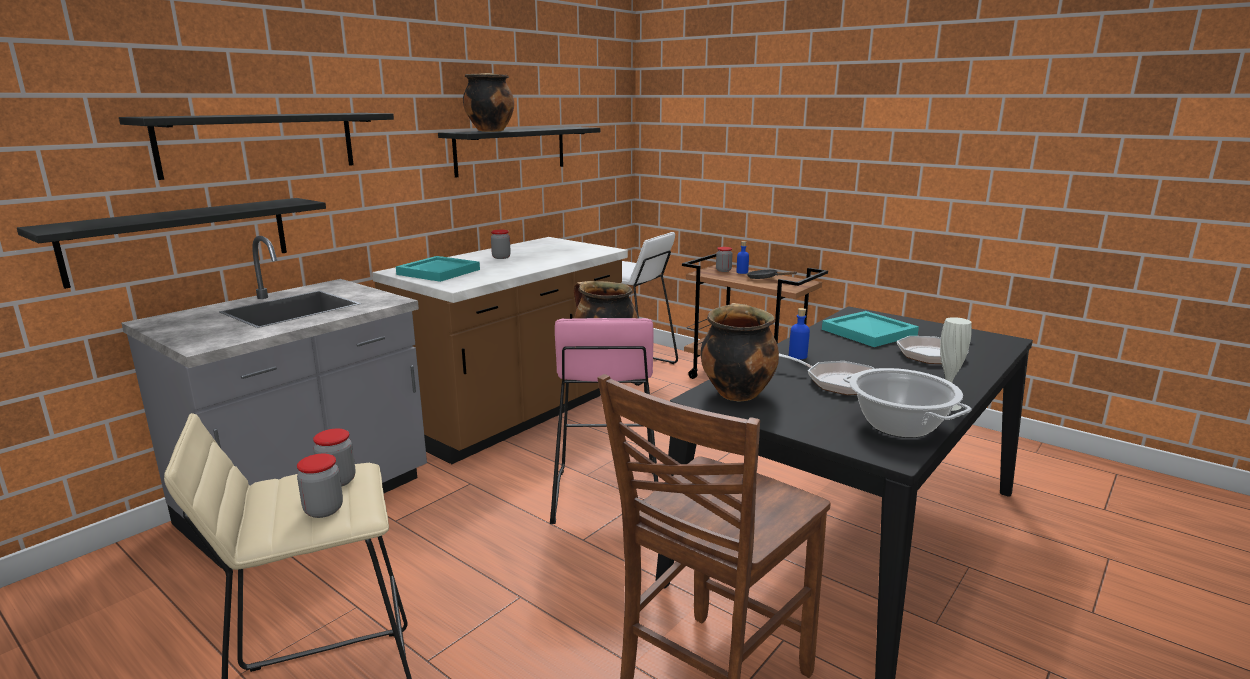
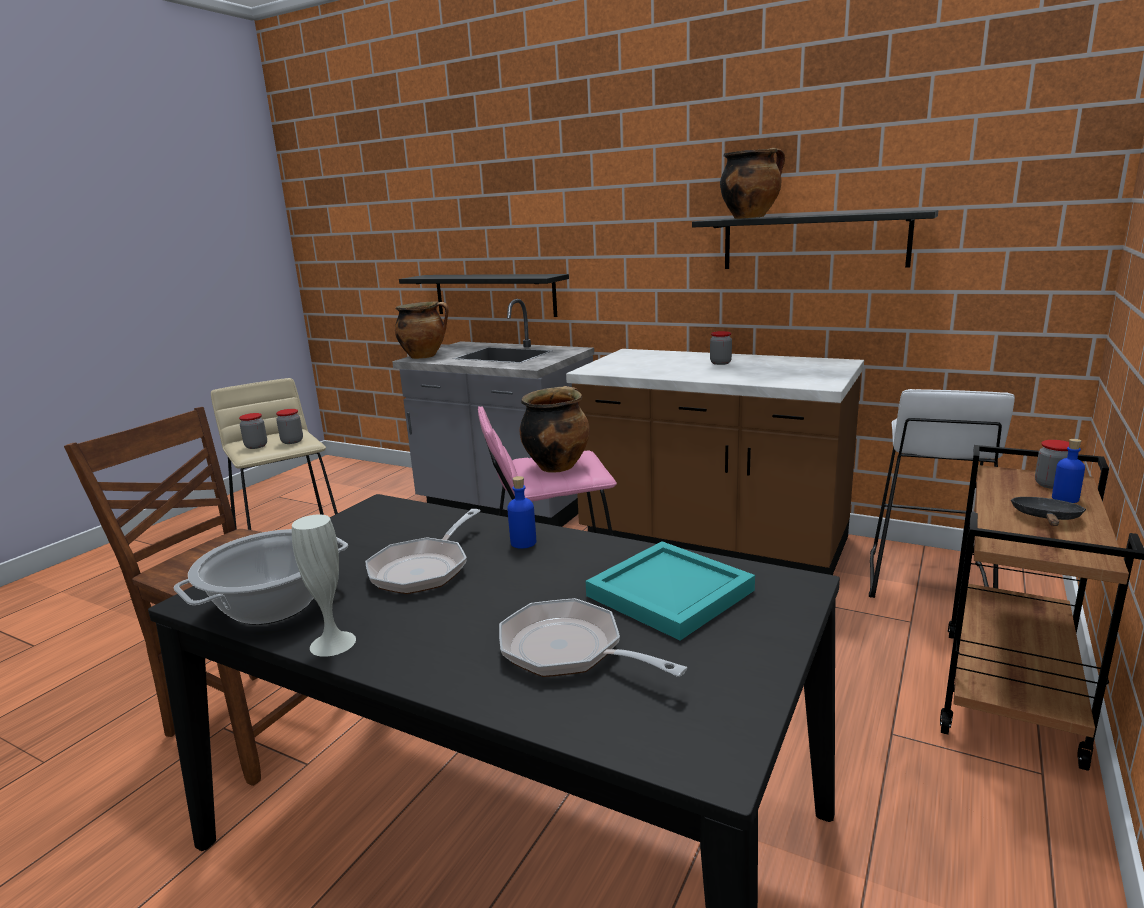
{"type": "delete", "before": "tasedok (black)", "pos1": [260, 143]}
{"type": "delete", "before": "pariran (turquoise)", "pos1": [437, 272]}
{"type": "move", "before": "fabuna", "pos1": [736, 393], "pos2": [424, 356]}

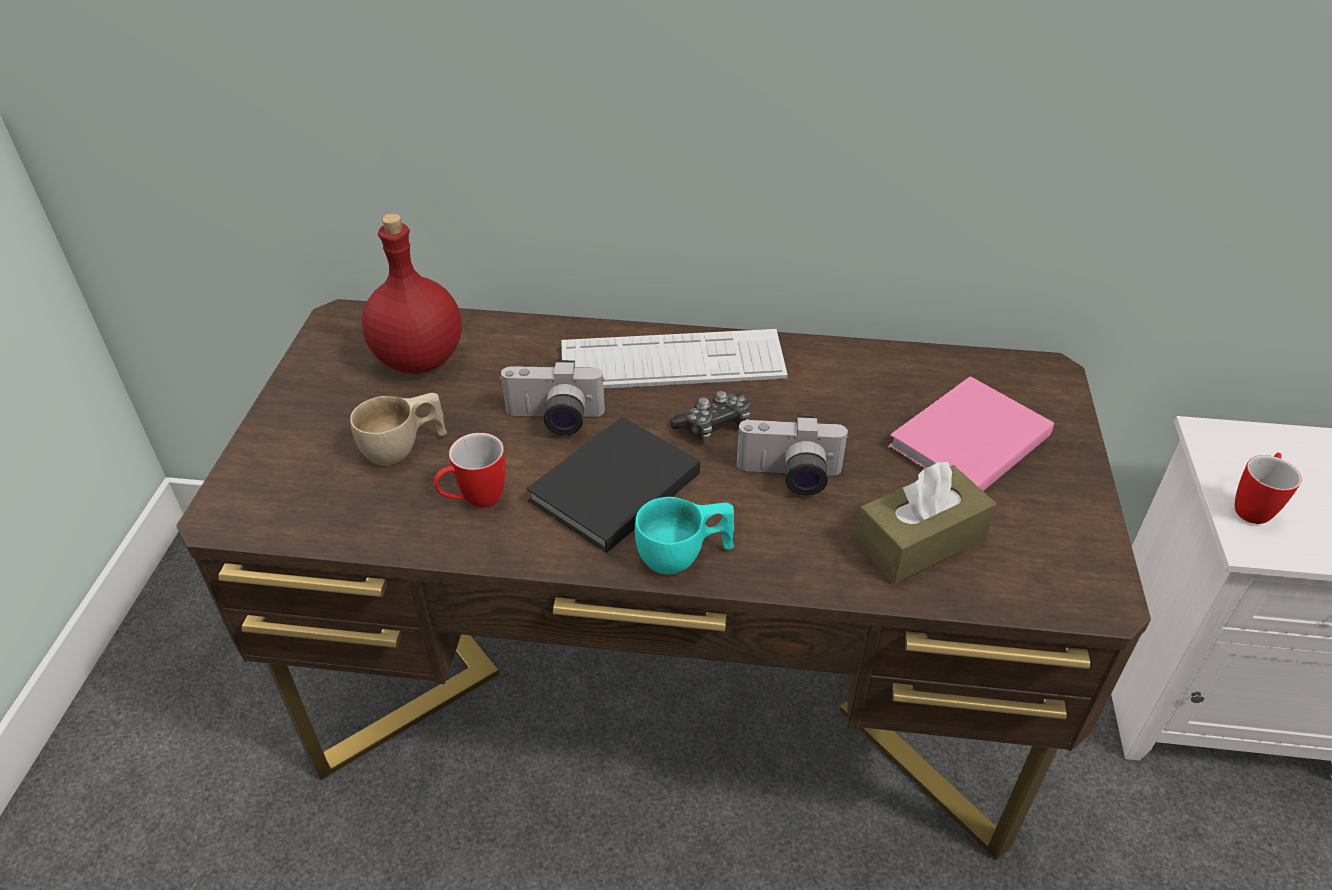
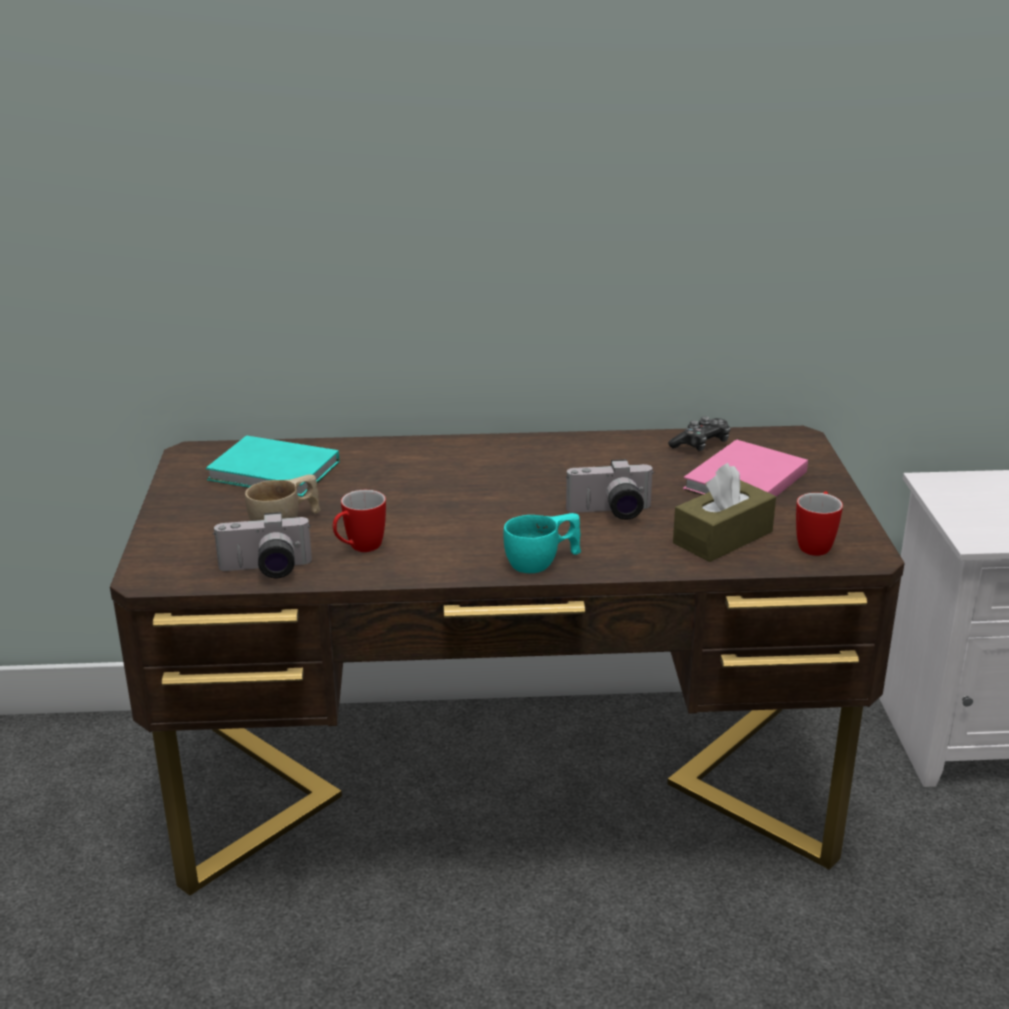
{"type": "replace", "before": "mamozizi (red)", "after": "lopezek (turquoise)", "pos1": [420, 360], "pos2": [276, 472]}
{"type": "move", "before": "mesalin", "pos1": [554, 420], "pos2": [265, 570]}
{"type": "delete", "before": "lopezek (black)", "pos1": [610, 488]}
{"type": "delete", "before": "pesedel", "pos1": [672, 362]}
{"type": "move", "before": "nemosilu", "pos1": [714, 425], "pos2": [701, 444]}
{"type": "move", "before": "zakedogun", "pos1": [1253, 506], "pos2": [816, 544]}

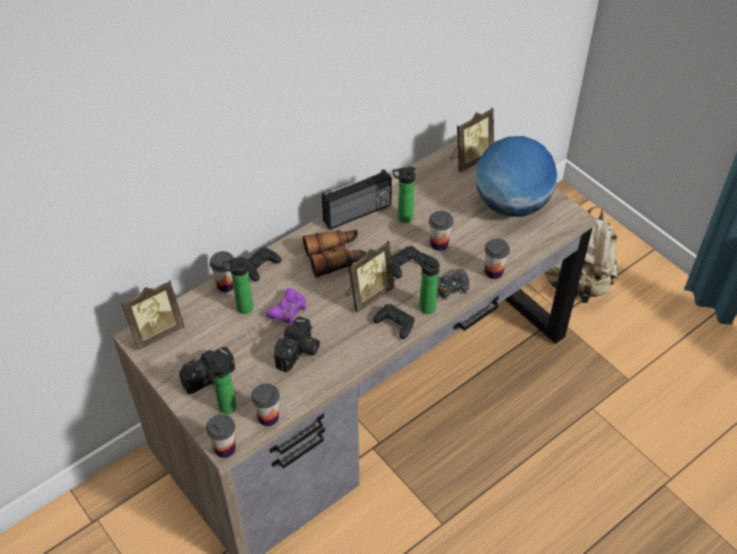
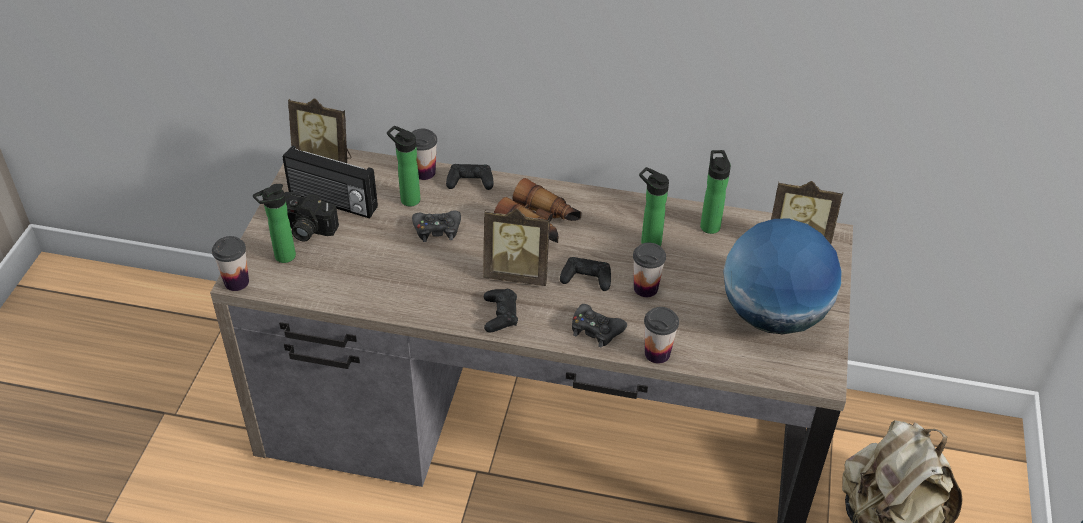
{"type": "delete", "before": "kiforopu", "pos1": [268, 417]}
{"type": "recolor", "before": "nemosilu (purple)", "after": "nemosilu (black)", "pos1": [288, 310], "pos2": [437, 230]}
{"type": "delete", "before": "mesalin", "pos1": [299, 353]}
{"type": "move", "before": "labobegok", "pos1": [358, 214], "pos2": [332, 202]}
{"type": "move", "before": "mamozizi", "pos1": [425, 306], "pos2": [709, 224]}

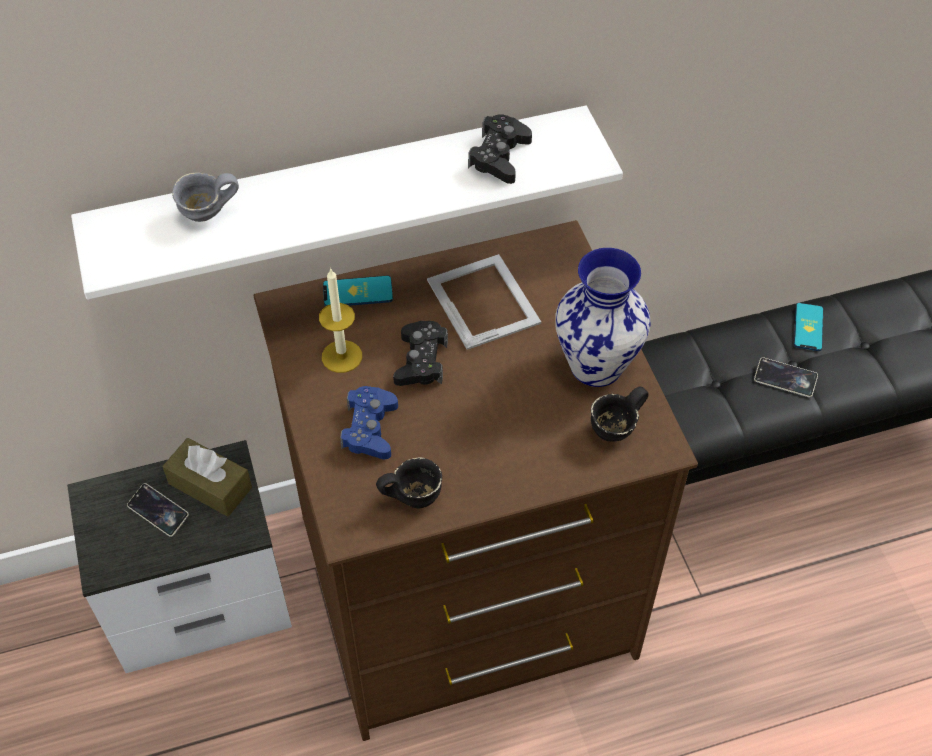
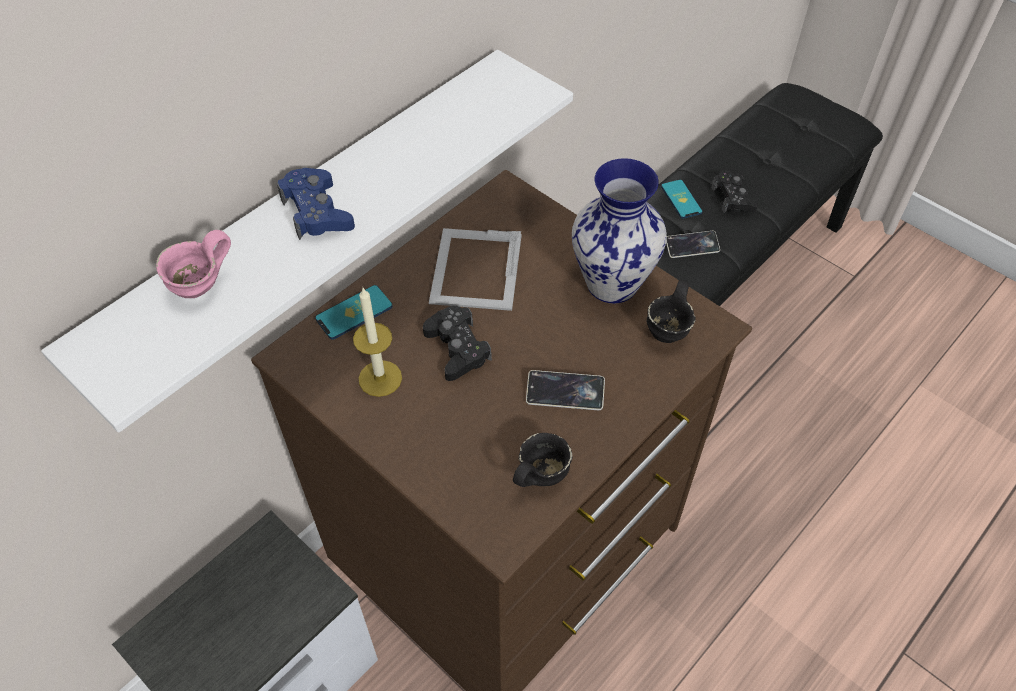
{"type": "move", "before": "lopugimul", "pos1": [158, 512], "pos2": [565, 393]}
{"type": "delete", "before": "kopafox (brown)", "pos1": [210, 485]}
{"type": "recolor", "before": "zakedogun (grey)", "after": "zakedogun (pink)", "pos1": [208, 217], "pos2": [203, 288]}
{"type": "move", "before": "nemosilu (blue)", "pos1": [370, 429], "pos2": [317, 212]}
{"type": "rotate", "before": "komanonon", "pos1": [483, 300], "pos2": [475, 270], "turn": -120}
{"type": "move", "before": "nemosilu (black)", "pos1": [499, 156], "pos2": [733, 198]}

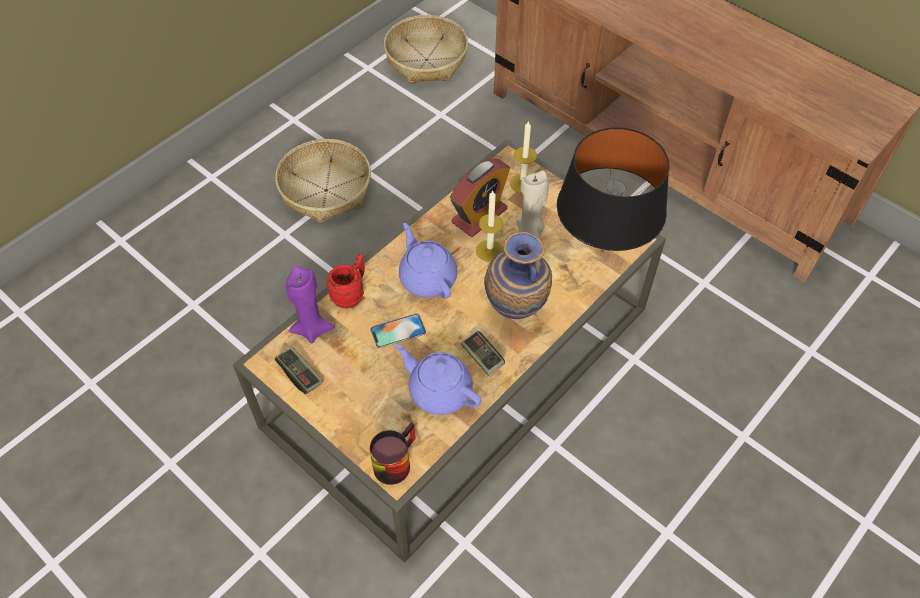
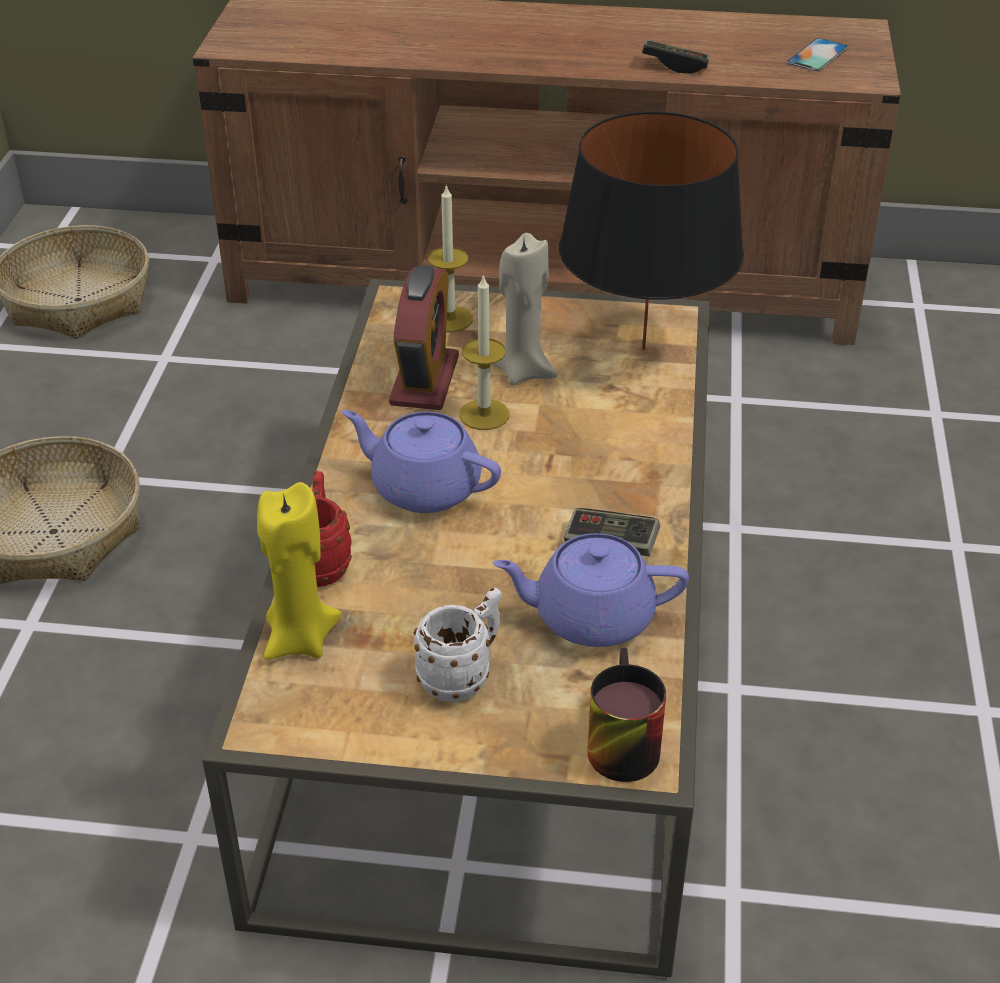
{"type": "move", "before": "nemosilu", "pos1": [300, 374], "pos2": [674, 65]}
{"type": "recolor", "before": "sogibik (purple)", "after": "sogibik (yellow)", "pos1": [312, 329], "pos2": [300, 639]}
{"type": "move", "before": "lopugimul", "pos1": [398, 331], "pos2": [817, 55]}
{"type": "delete", "before": "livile", "pos1": [516, 311]}
{"type": "insert", "after": "zakedogun (white)", "pos2": [462, 675]}

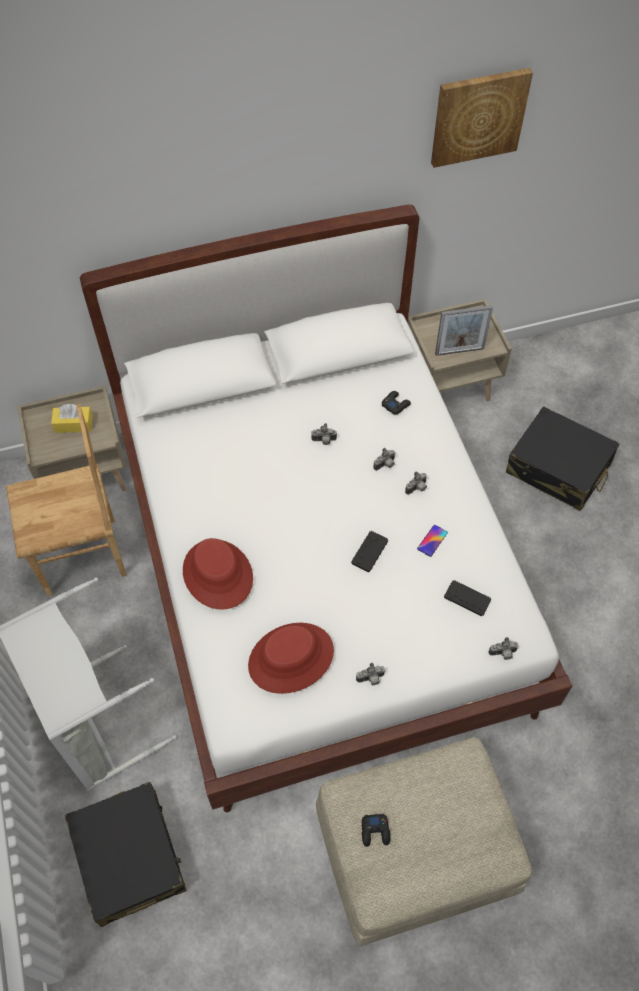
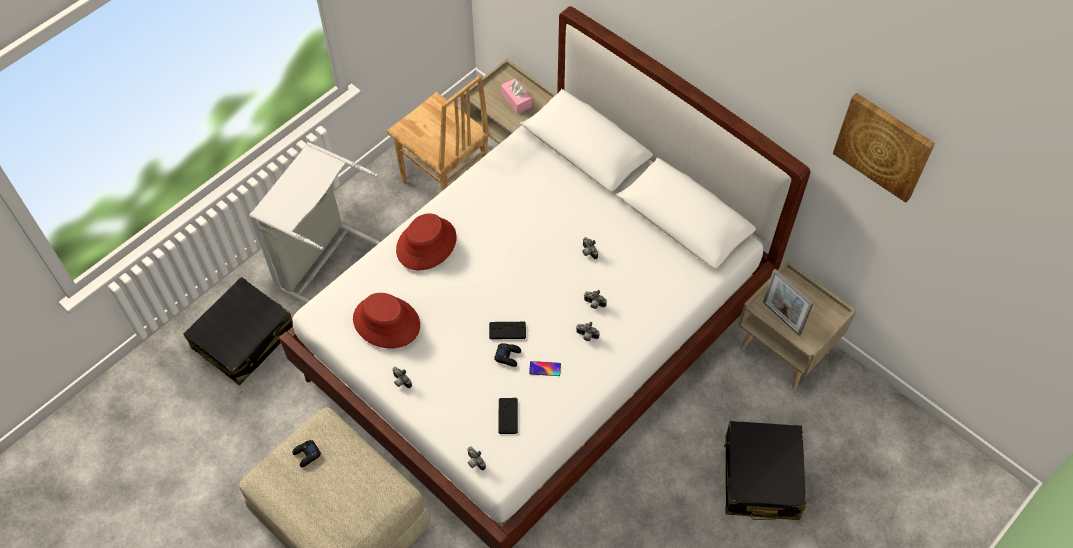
{"type": "recolor", "before": "kopafox (yellow)", "after": "kopafox (pink)", "pos1": [73, 424], "pos2": [516, 100]}
{"type": "move", "before": "nemosilu (black)", "pos1": [395, 404], "pos2": [508, 356]}

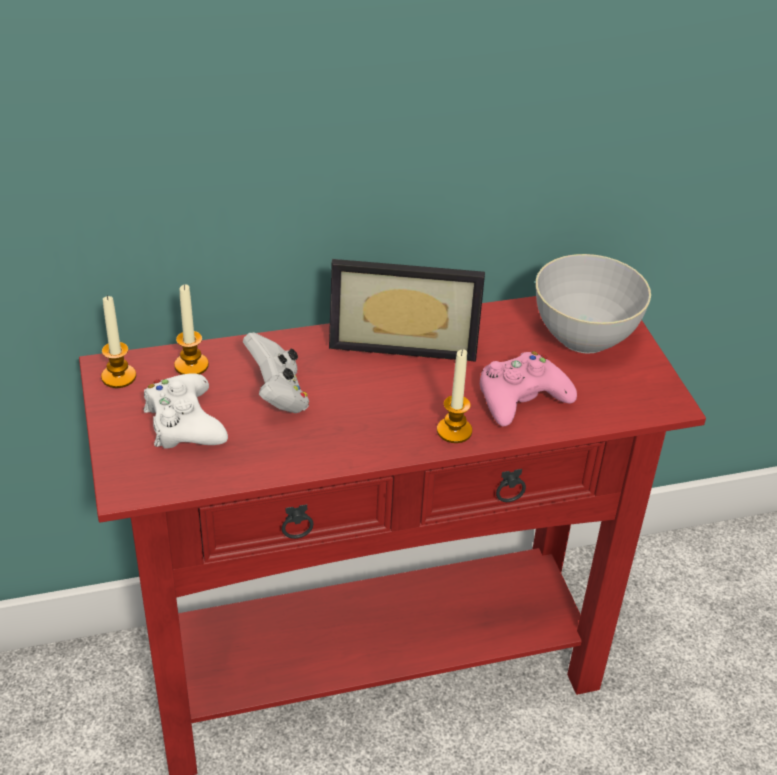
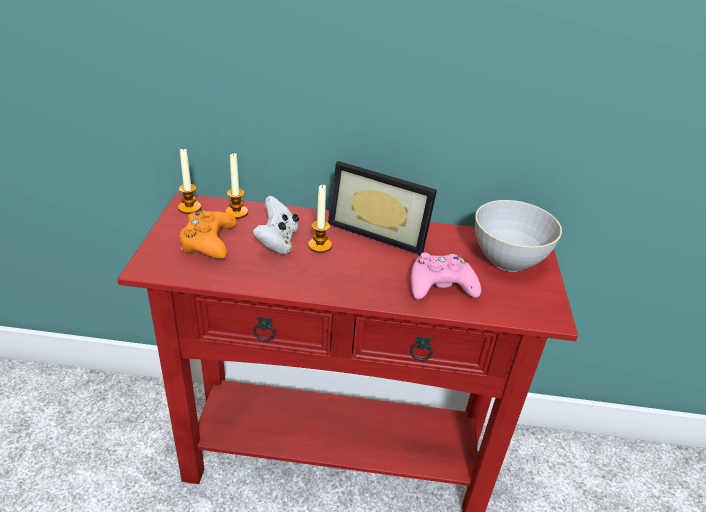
{"type": "recolor", "before": "nemosilu (white)", "after": "nemosilu (orange)", "pos1": [184, 423], "pos2": [208, 242]}
{"type": "move", "before": "sogibik", "pos1": [454, 431], "pos2": [320, 245]}

